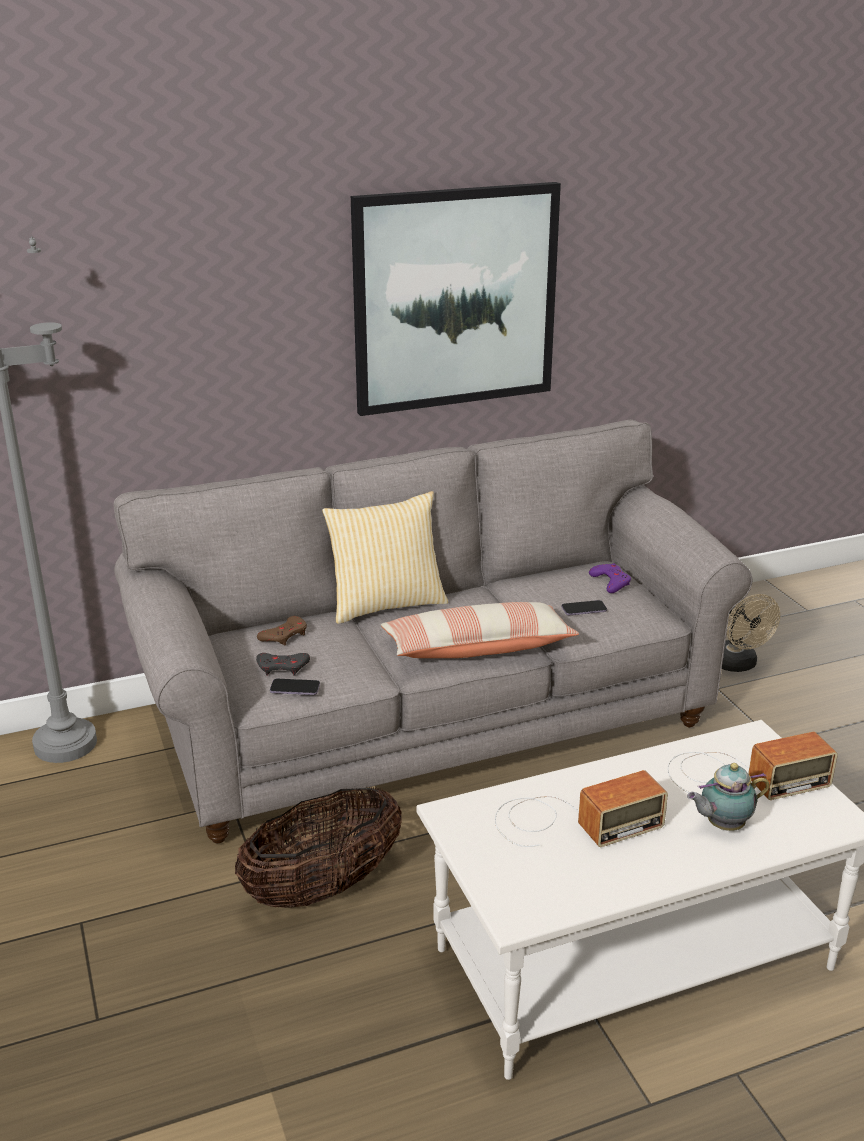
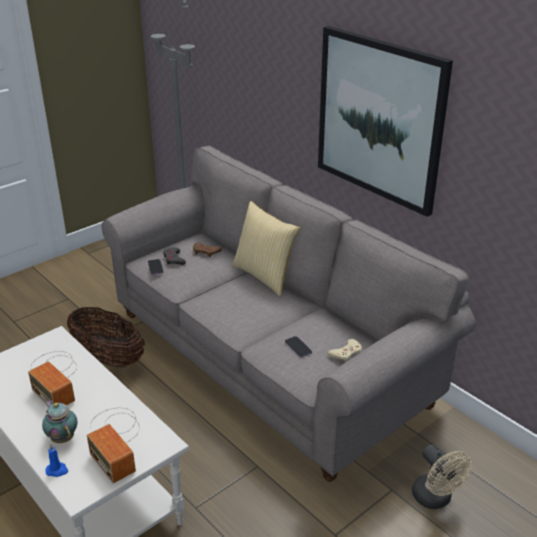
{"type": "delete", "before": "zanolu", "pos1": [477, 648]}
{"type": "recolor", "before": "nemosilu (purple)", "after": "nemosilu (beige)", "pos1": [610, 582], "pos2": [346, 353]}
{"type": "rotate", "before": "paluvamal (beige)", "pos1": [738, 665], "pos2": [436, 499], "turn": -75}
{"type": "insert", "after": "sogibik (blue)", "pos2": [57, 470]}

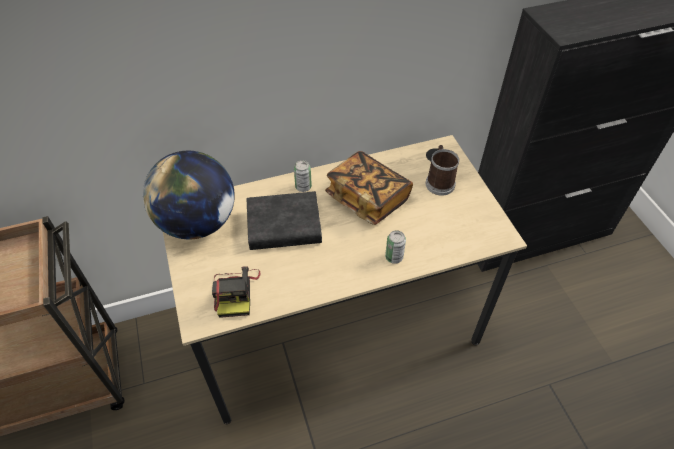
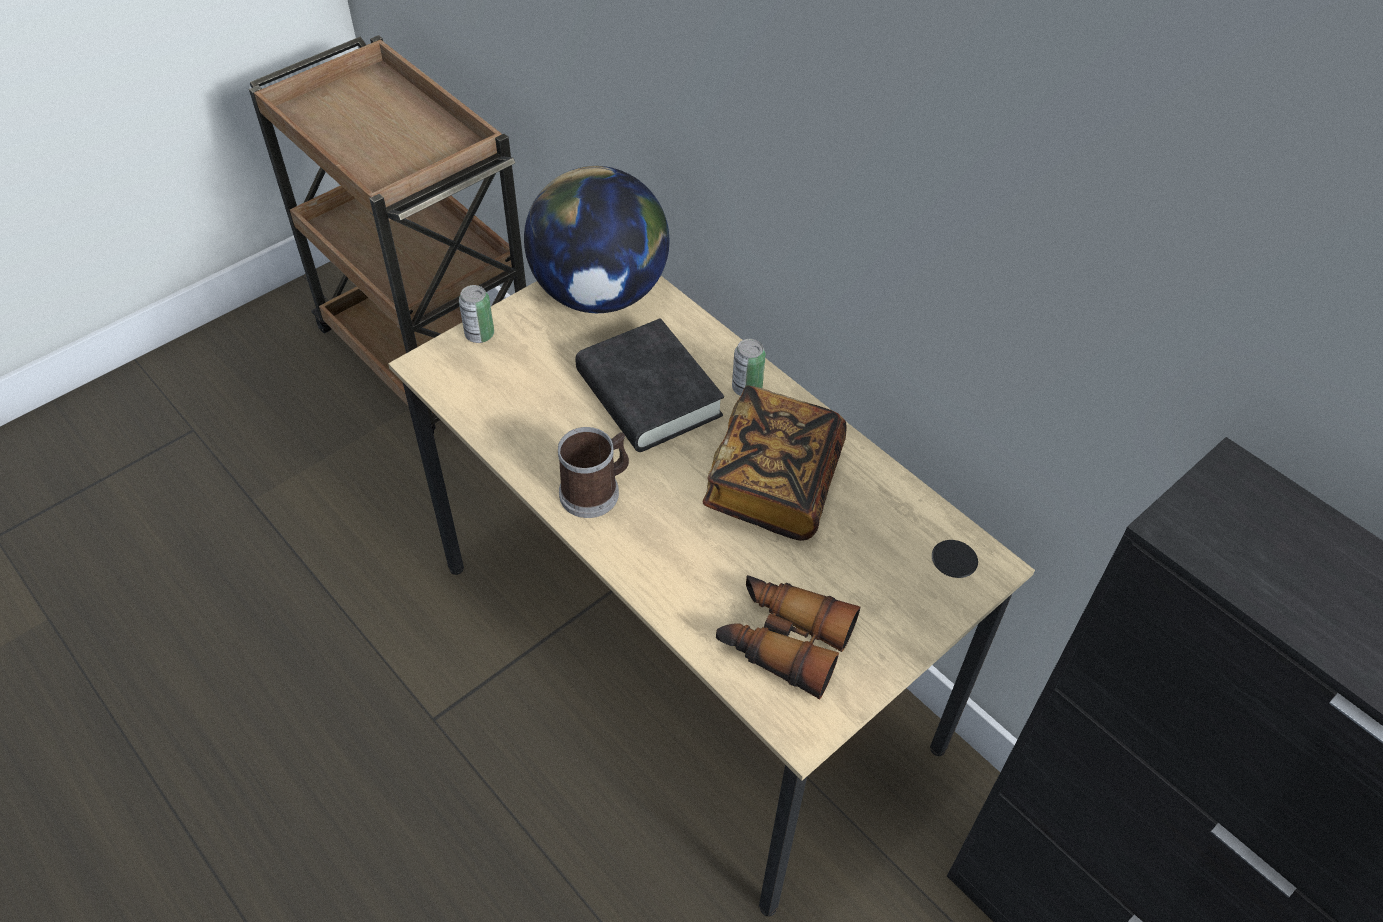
{"type": "delete", "before": "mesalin", "pos1": [236, 292]}
{"type": "move", "before": "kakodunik", "pos1": [394, 257], "pos2": [479, 334]}
{"type": "move", "before": "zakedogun", "pos1": [439, 181], "pos2": [595, 491]}
{"type": "insert", "after": "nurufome", "pos2": [783, 641]}

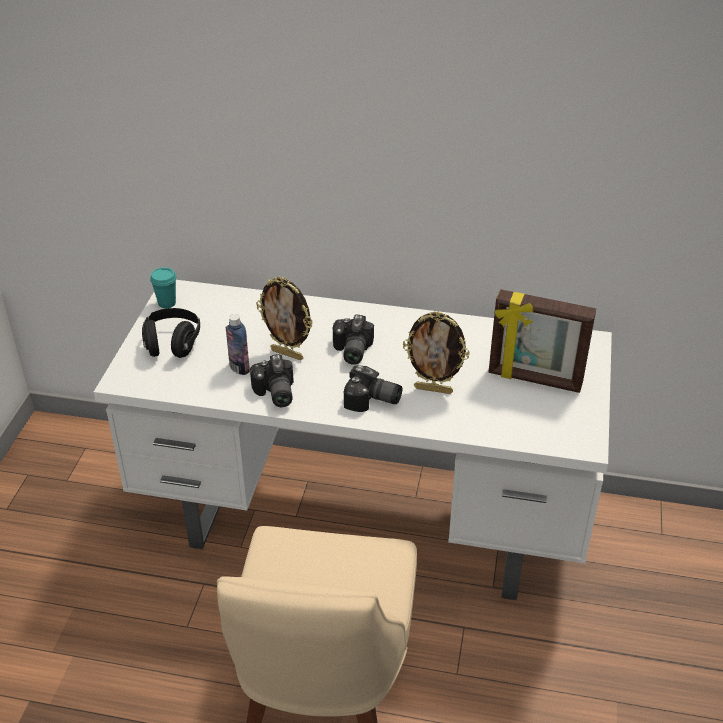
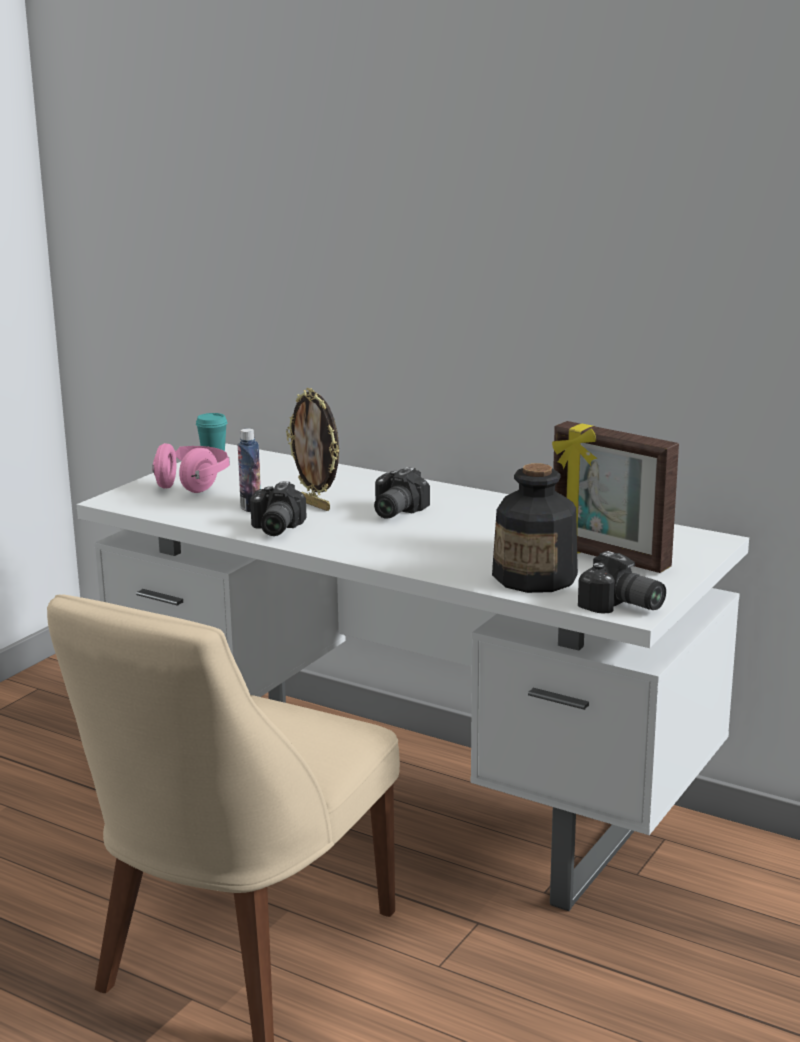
{"type": "recolor", "before": "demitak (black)", "after": "demitak (pink)", "pos1": [172, 344], "pos2": [192, 484]}
{"type": "move", "before": "mesalin", "pos1": [372, 401], "pos2": [621, 606]}
{"type": "delete", "before": "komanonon", "pos1": [433, 389]}
{"type": "insert", "after": "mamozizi", "pos2": [535, 577]}

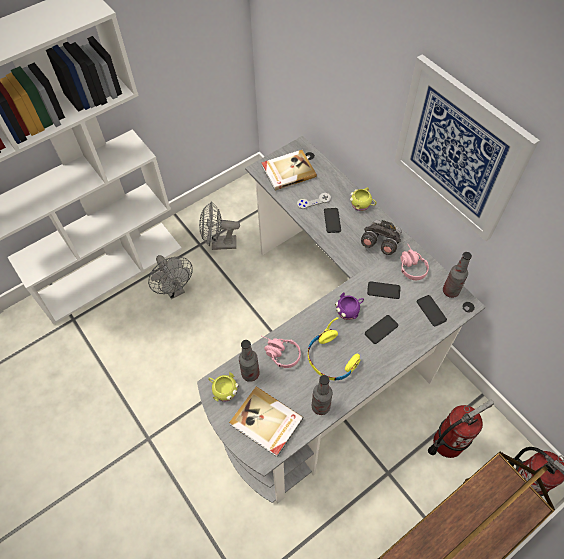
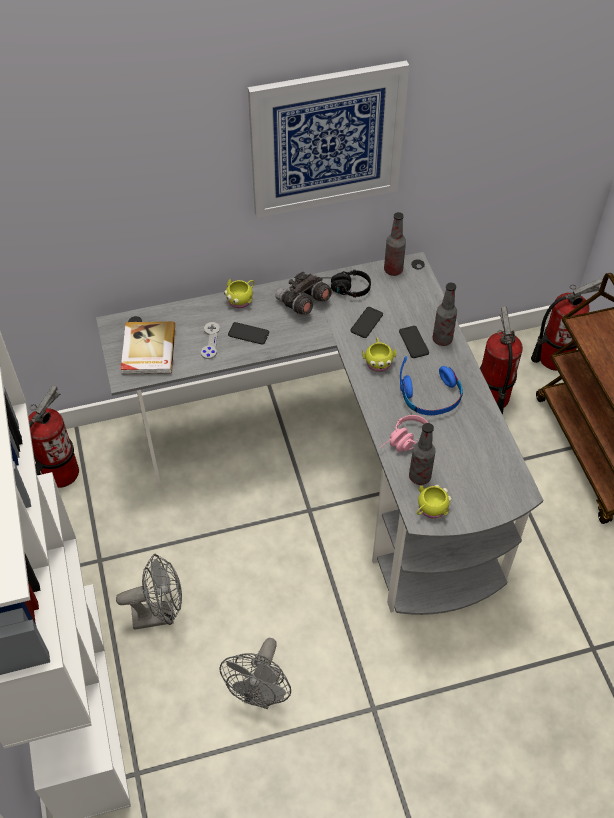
{"type": "move", "before": "paluvamal (grey)", "pos1": [219, 244], "pos2": [261, 694]}
{"type": "delete", "before": "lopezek", "pos1": [266, 422]}
{"type": "recolor", "before": "demitak (yellow)", "after": "demitak (blue)", "pos1": [331, 359], "pos2": [431, 397]}
{"type": "move", "before": "mamozizi", "pos1": [320, 406], "pos2": [442, 339]}
{"type": "recolor", "before": "zakedogun (purple)", "after": "zakedogun (yellow)", "pos1": [349, 310], "pos2": [378, 361]}
{"type": "recolor", "before": "demitak (pink)", "after": "demitak (black)", "pos1": [410, 265], "pos2": [345, 289]}
{"type": "delete", "before": "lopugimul", "pos1": [431, 310]}
{"type": "insert", "after": "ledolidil", "pos2": [60, 473]}

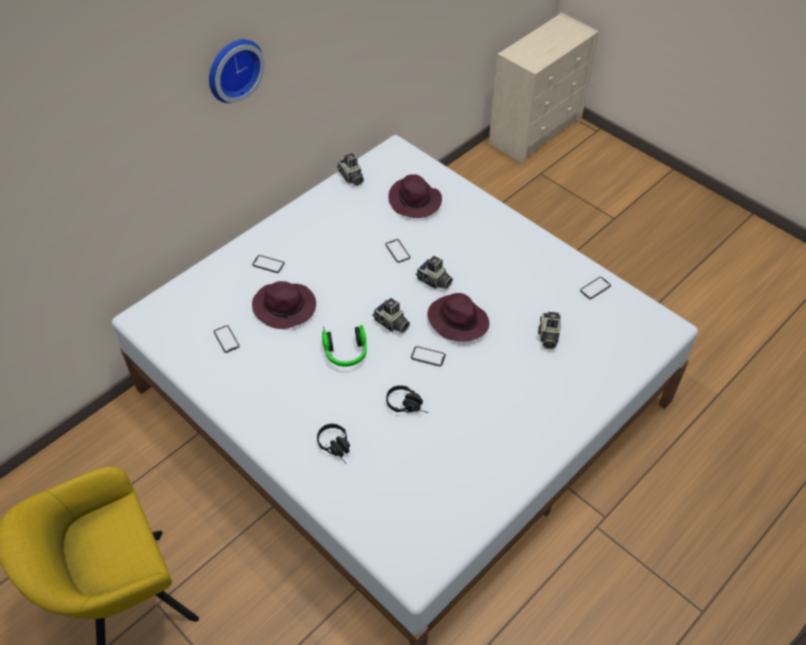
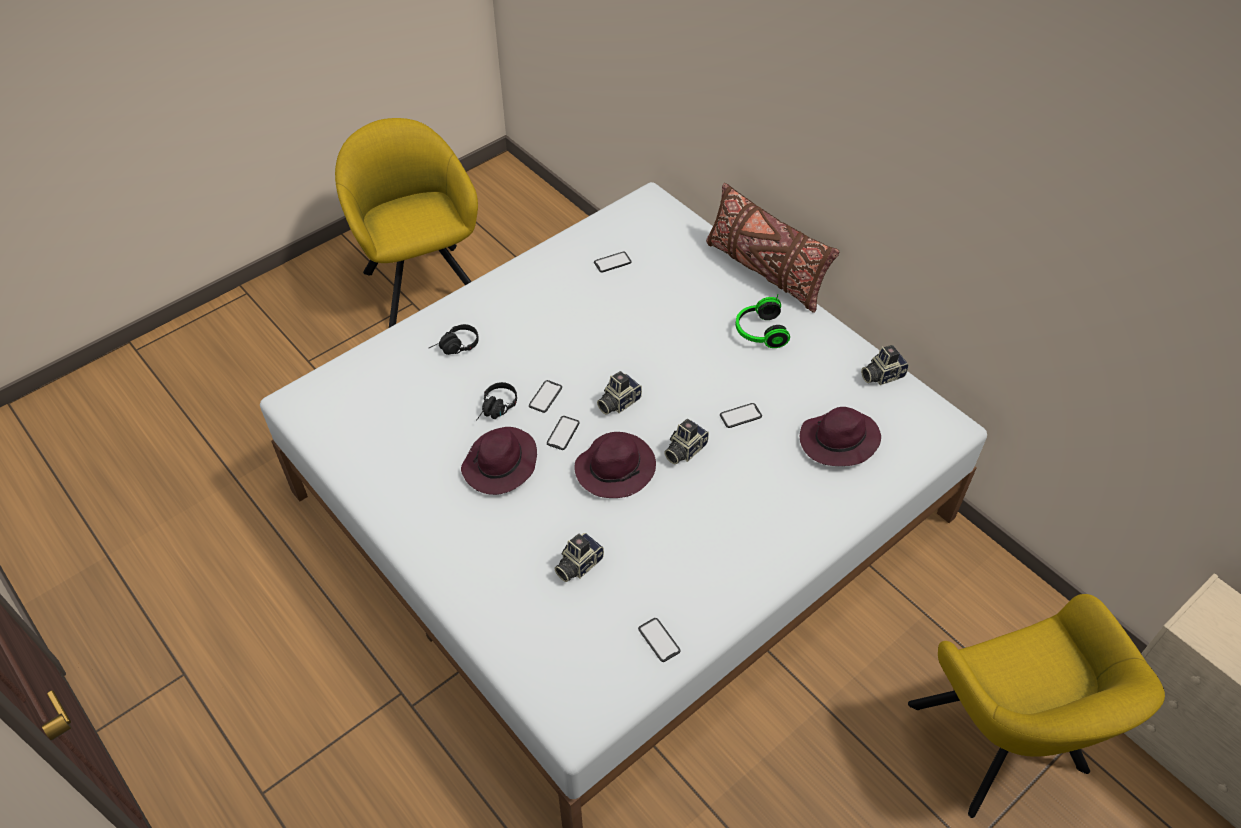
{"type": "delete", "before": "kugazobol", "pos1": [232, 69]}
{"type": "move", "before": "lopugimul", "pos1": [268, 264], "pos2": [545, 397]}
{"type": "move", "before": "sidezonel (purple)", "pos1": [285, 307], "pos2": [500, 465]}
{"type": "move", "before": "demitak", "pos1": [346, 354], "pos2": [759, 332]}
{"type": "rotate", "before": "mesalin", "pos1": [548, 336], "pos2": [577, 564], "turn": -60}
{"type": "insert", "after": "zanolu (brown)", "pos2": [764, 271]}
{"type": "insert", "after": "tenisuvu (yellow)", "pos2": [1002, 746]}

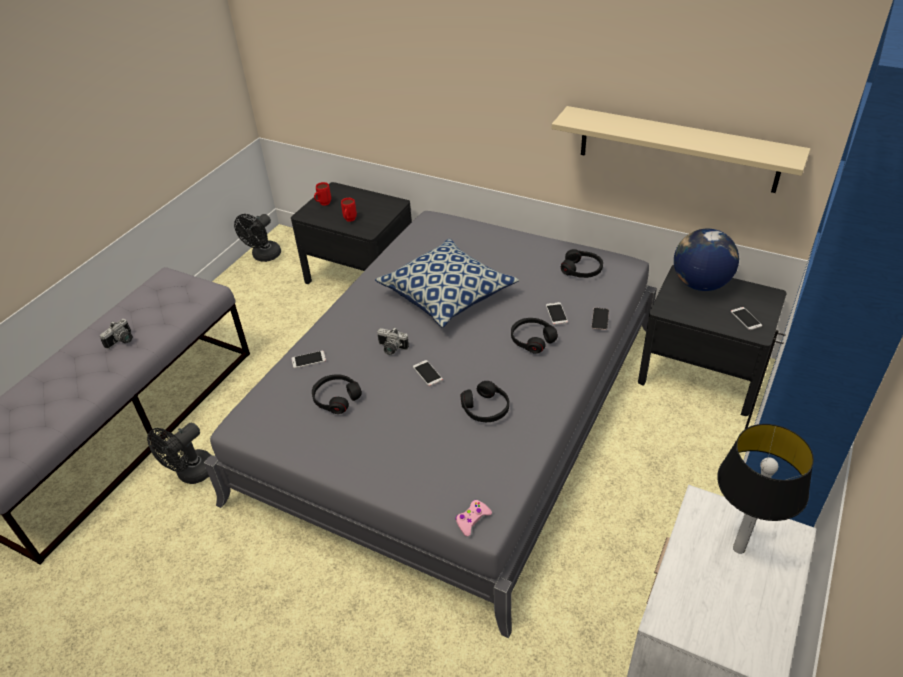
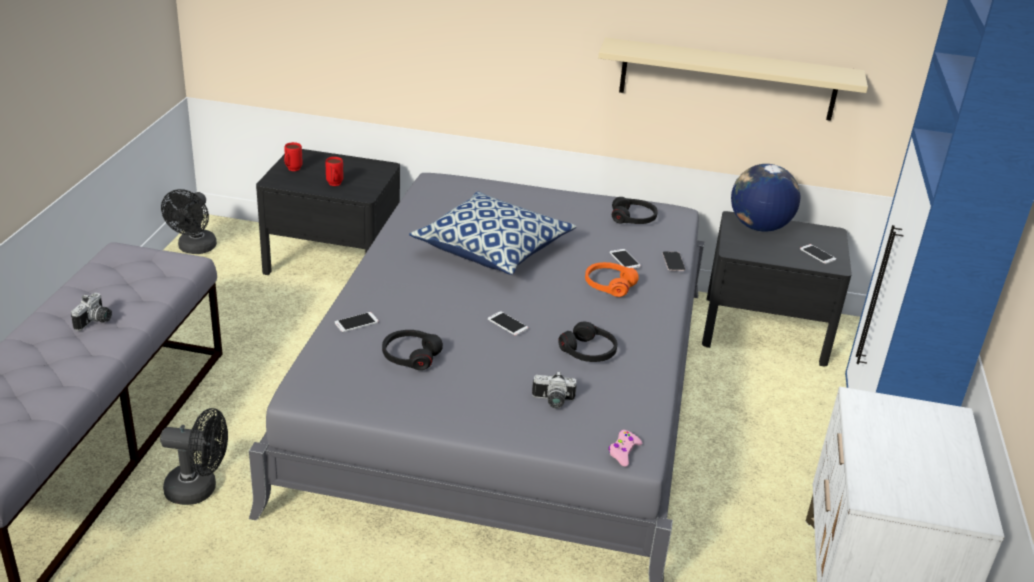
{"type": "rotate", "before": "paluvamal (black)", "pos1": [191, 474], "pos2": [199, 489], "turn": -105}
{"type": "move", "before": "mesalin", "pos1": [391, 349], "pos2": [552, 401]}
{"type": "recolor", "before": "demitak (black)", "after": "demitak (orange)", "pos1": [532, 339], "pos2": [609, 285]}
{"type": "delete", "before": "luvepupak", "pos1": [739, 548]}

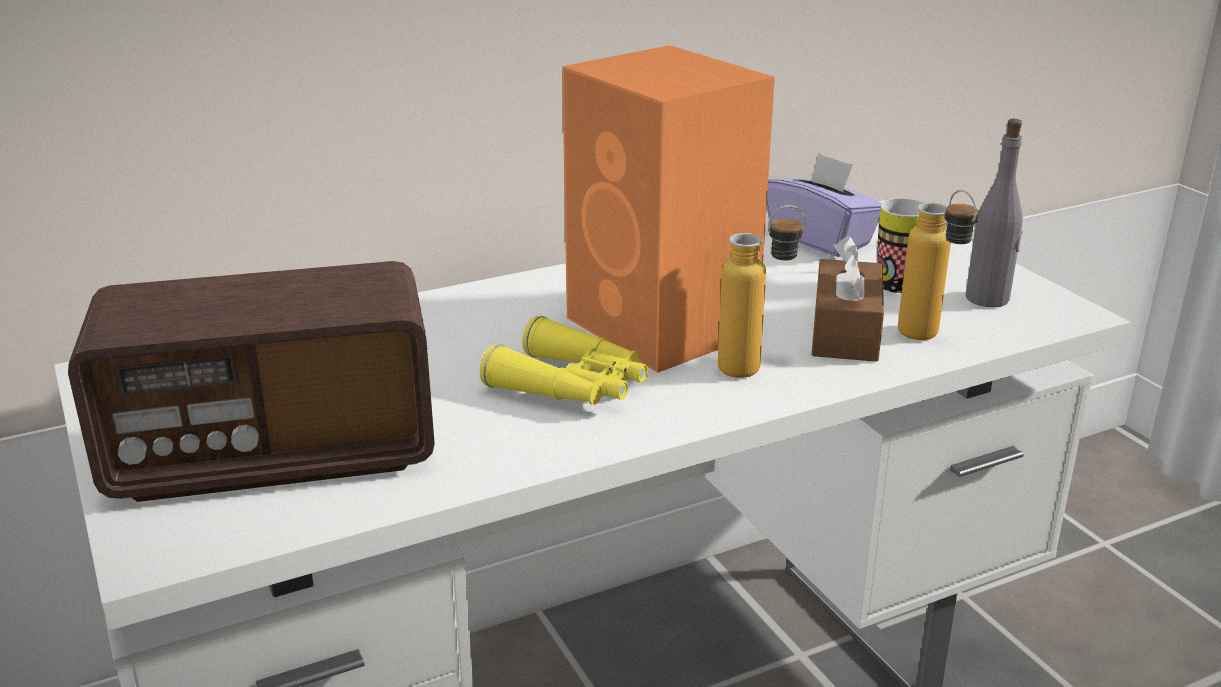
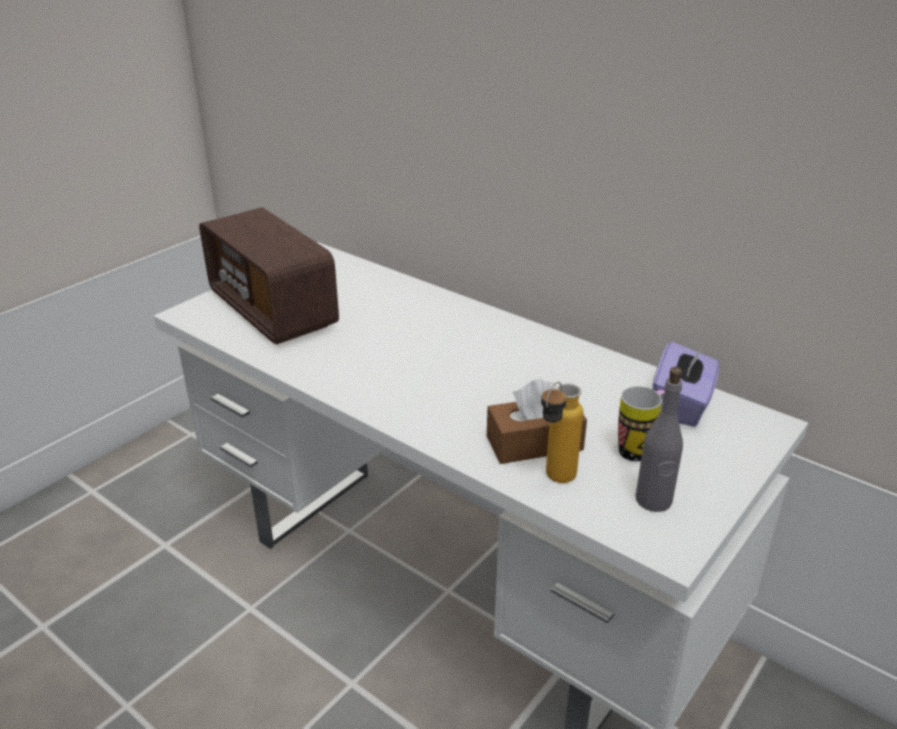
{"type": "delete", "before": "nurufome (yellow)", "pos1": [572, 385]}
{"type": "delete", "before": "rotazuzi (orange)", "pos1": [664, 327]}
{"type": "delete", "before": "mamozizi", "pos1": [756, 367]}

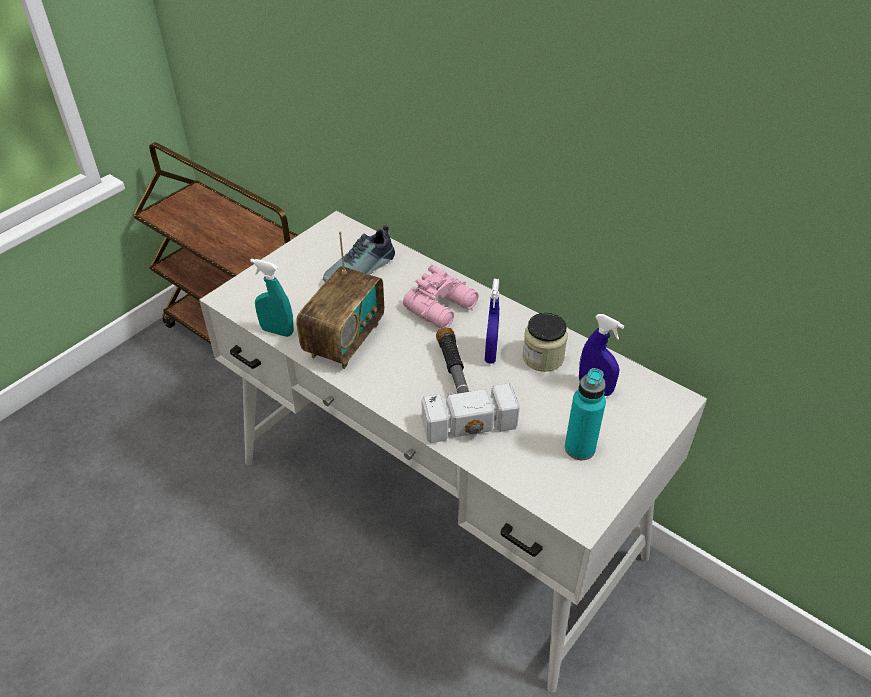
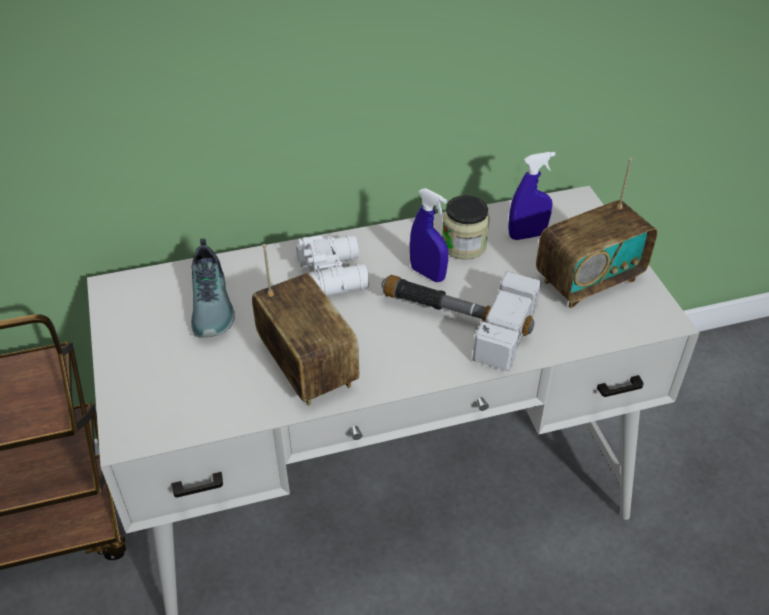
{"type": "delete", "before": "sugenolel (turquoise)", "pos1": [277, 331]}
{"type": "recolor", "before": "nurufome (pink)", "after": "nurufome (white)", "pos1": [443, 307], "pos2": [334, 274]}
{"type": "replace", "before": "mamozizi (turquoise)", "after": "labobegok", "pos1": [579, 448], "pos2": [588, 280]}

